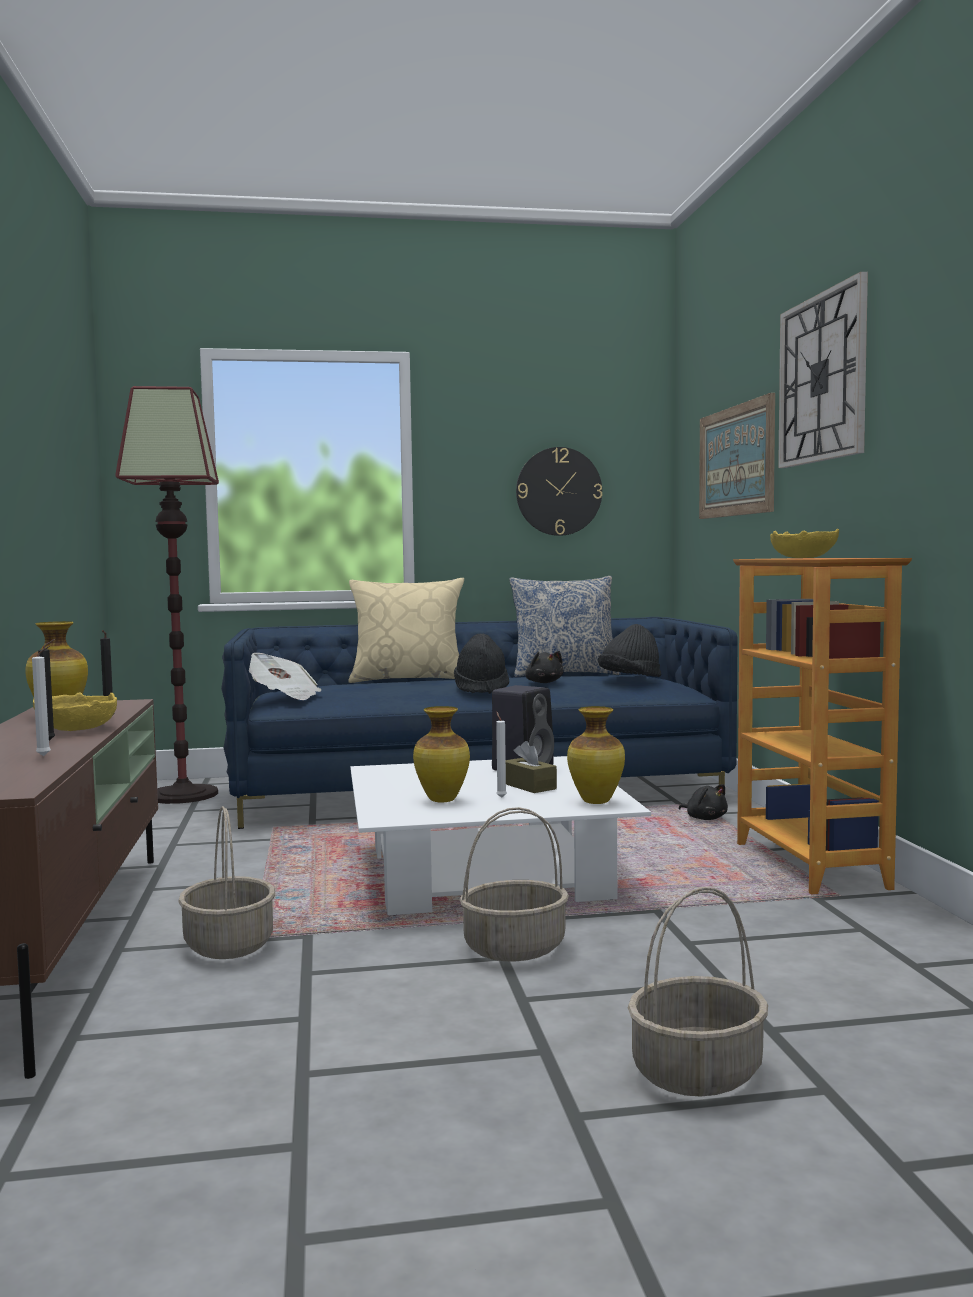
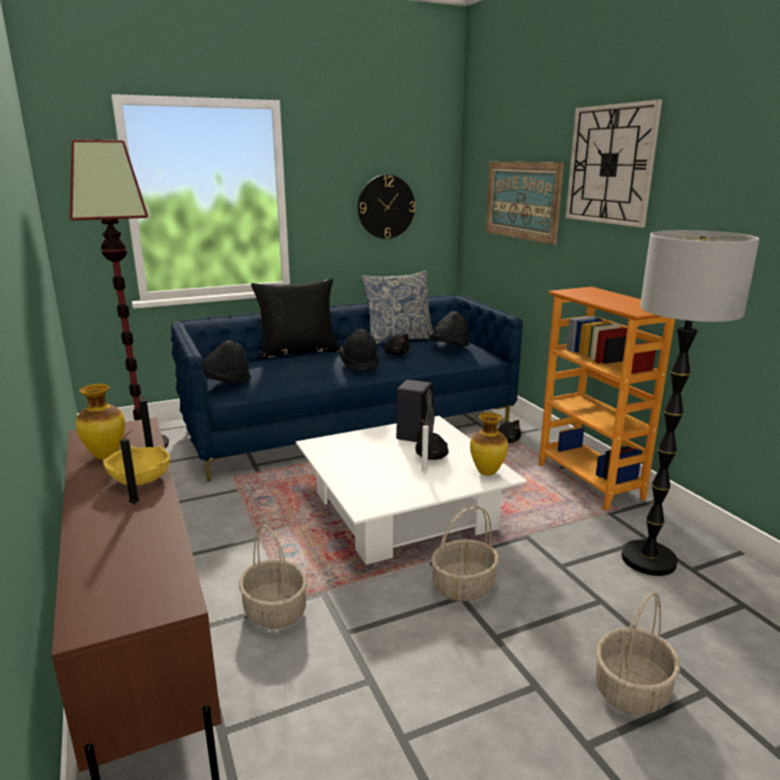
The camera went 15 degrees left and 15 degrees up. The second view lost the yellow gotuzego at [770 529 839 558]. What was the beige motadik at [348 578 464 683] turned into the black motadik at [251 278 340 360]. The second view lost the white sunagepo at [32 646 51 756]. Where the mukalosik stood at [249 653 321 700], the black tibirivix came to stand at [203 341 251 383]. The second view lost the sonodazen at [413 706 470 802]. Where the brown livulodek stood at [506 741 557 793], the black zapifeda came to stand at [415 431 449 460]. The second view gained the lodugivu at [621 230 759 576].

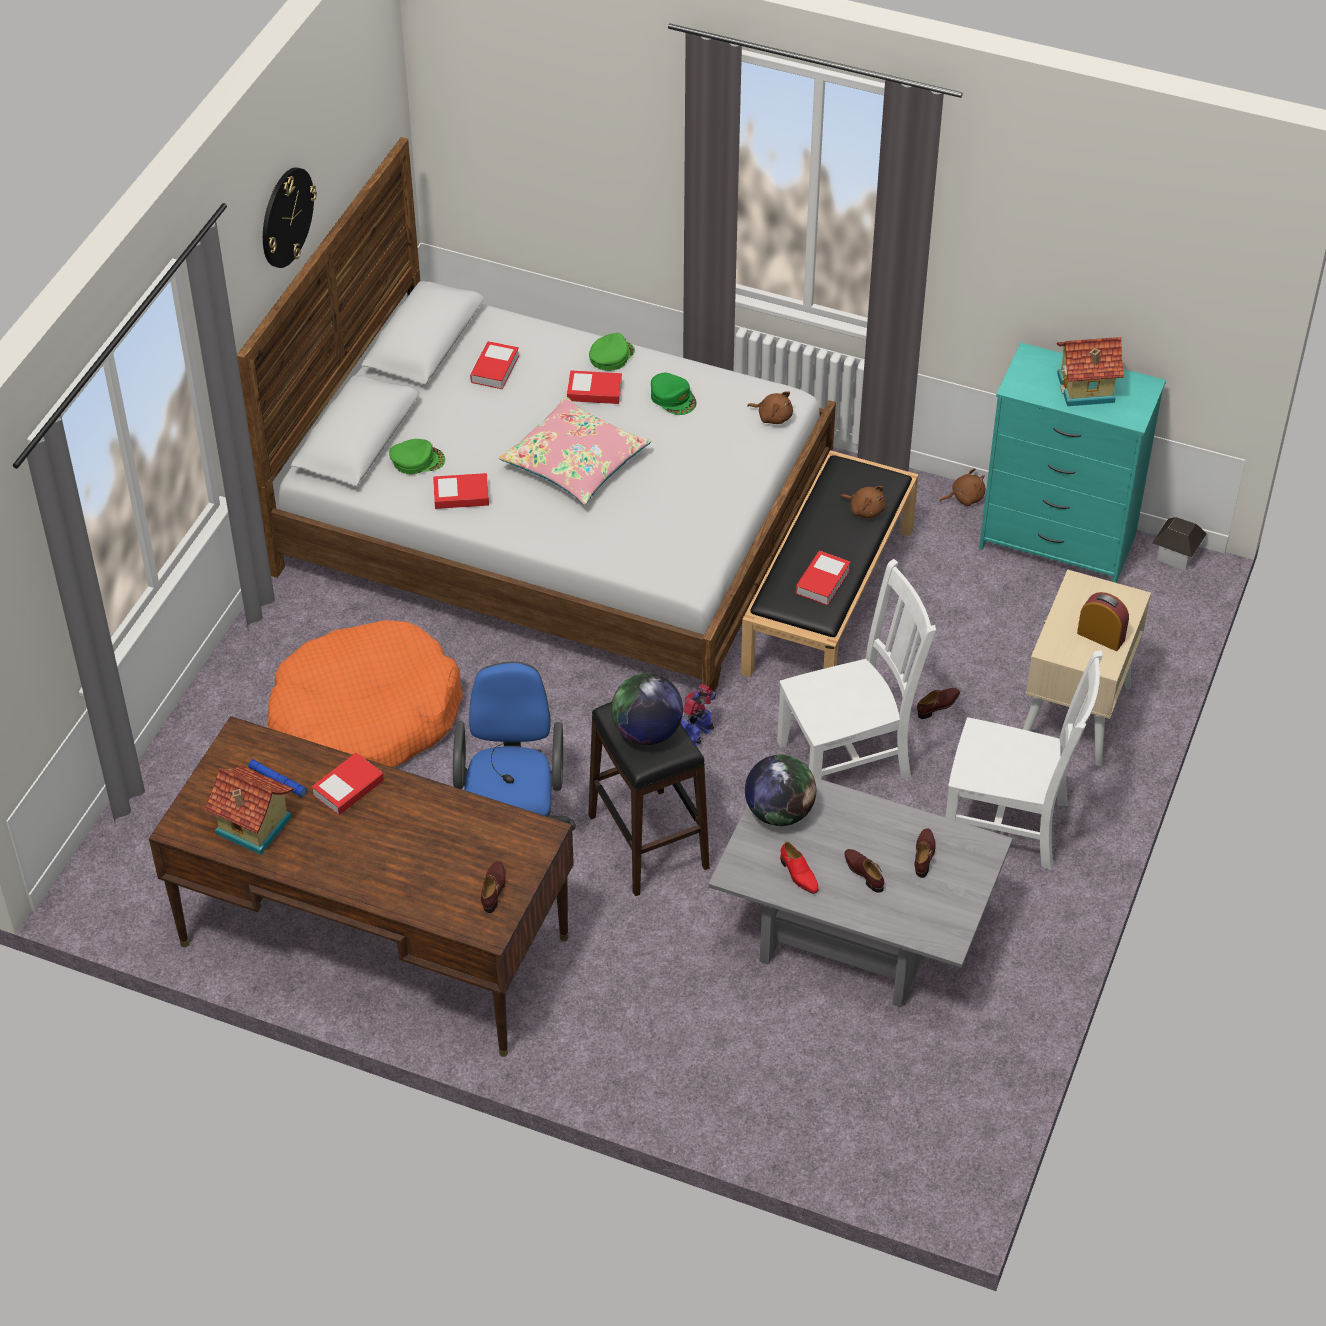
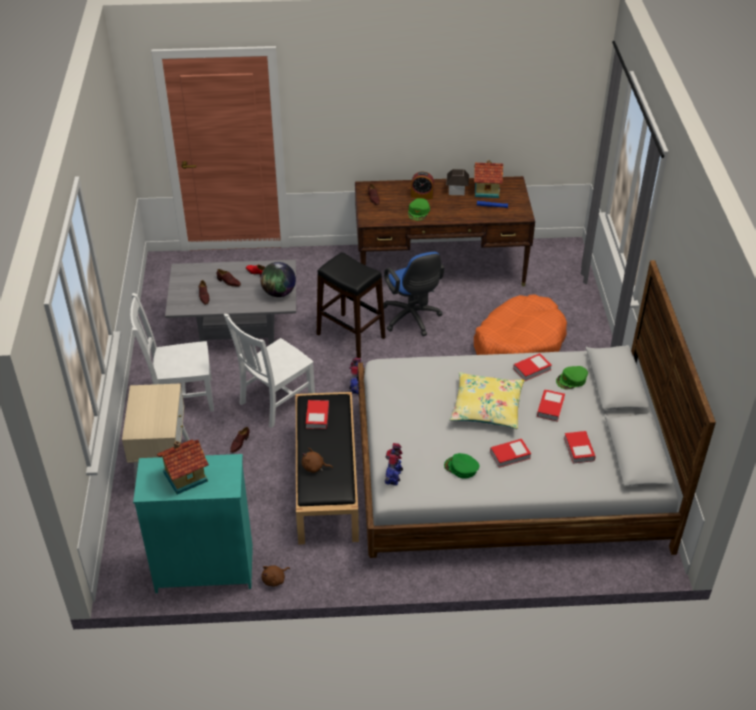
The camera went 155 degrees right and 5 degrees down. The second view lost the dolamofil at [263 167 317 268]. The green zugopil ended up elsewhere, having gone from [589 333 635 371] to [408 198 430 220]. Where the brown zapifeda stood at [747 391 793 424], the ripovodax came to stand at [385 443 403 485]. What was the pink motadik at [499 397 651 505] turned into the yellow motadik at [450 372 524 429]. The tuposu ended up elsewhere, having gone from [1153 517 1207 570] to [446 169 469 195]. The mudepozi ended up elsewhere, having gone from [1077 592 1129 651] to [411 172 434 199]. The second view lost the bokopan at [611 673 683 745]. The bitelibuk ended up elsewhere, having gone from [312 753 384 815] to [537 389 565 422].

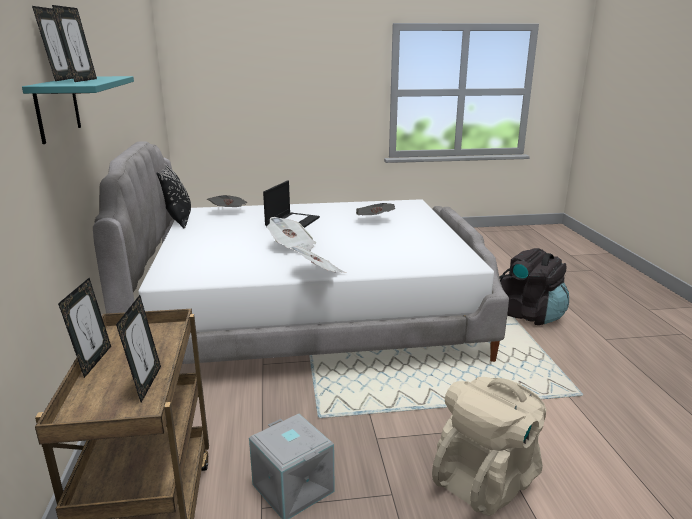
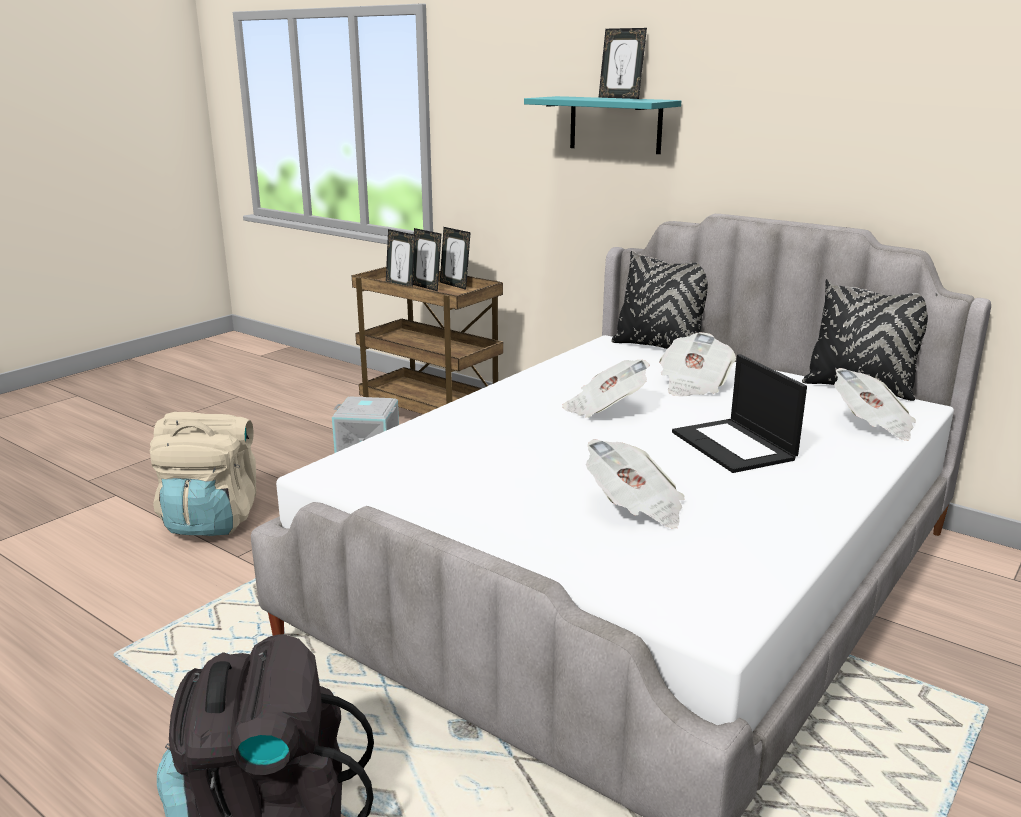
The camera went 135 degrees right and 0 degrees up. The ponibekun ended up elsewhere, having gone from [52 5 97 82] to [413 228 441 291]. The mukalosik ended up elsewhere, having gone from [289 246 347 273] to [660 332 736 397]. The second view gained the black motadik at [611 251 708 349].

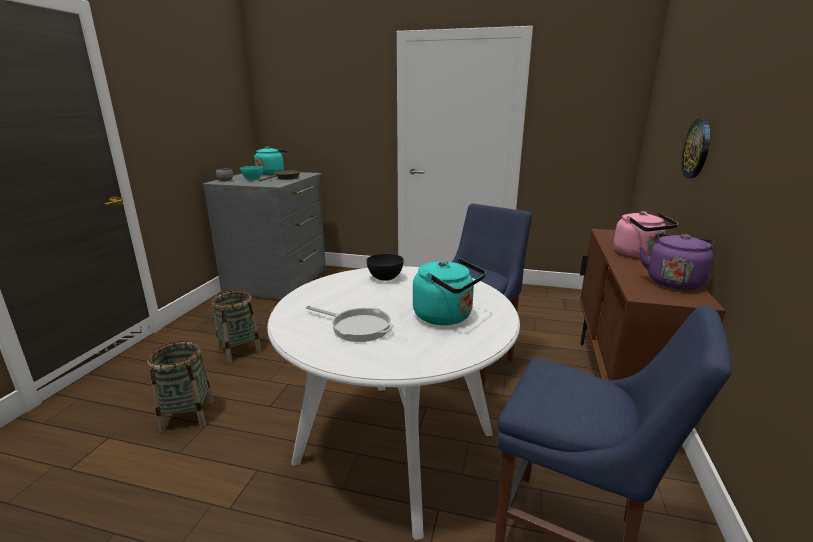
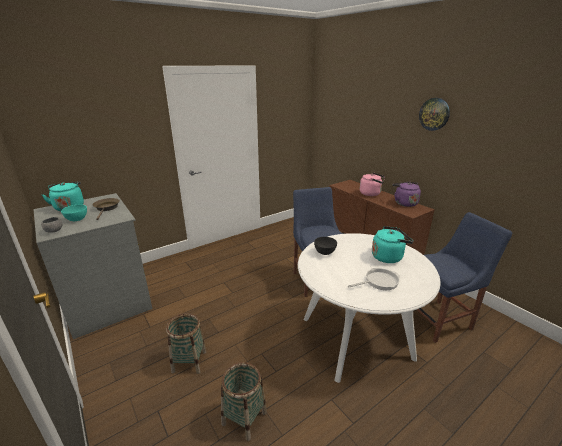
The camera went 50 degrees left and 5 degrees up. The dolamofil ended up elsewhere, having gone from [682 119 710 178] to [419 98 450 131].

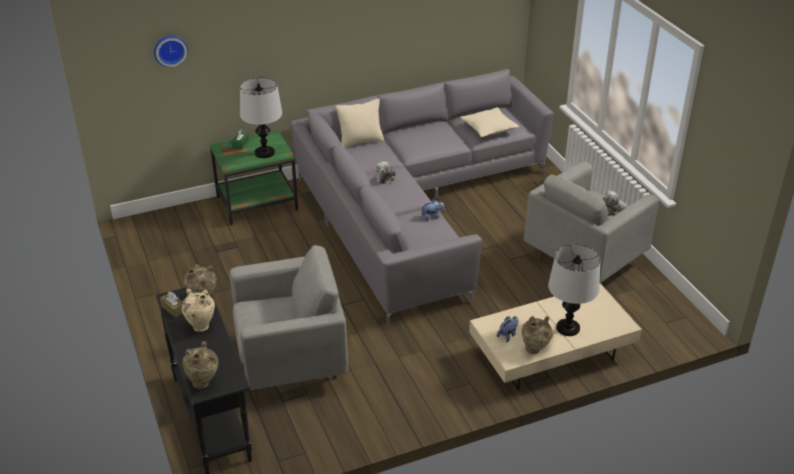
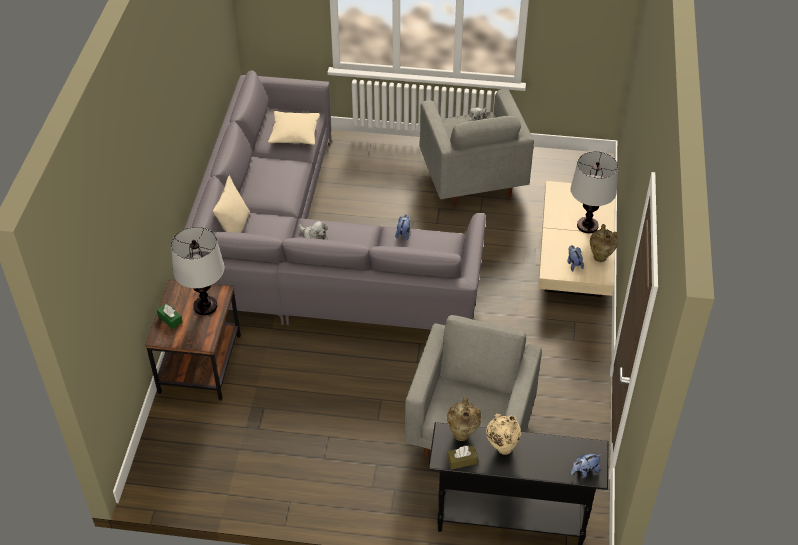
The camera went 60 degrees left and 10 degrees up. The second view lost the dolamofil at [154 35 188 67]. What was the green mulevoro at [210 130 298 226] turned into the brown mulevoro at [146 280 241 401]. Where the beige sonodazen stood at [182 341 218 389], the zapifeda came to stand at [571 454 600 478].

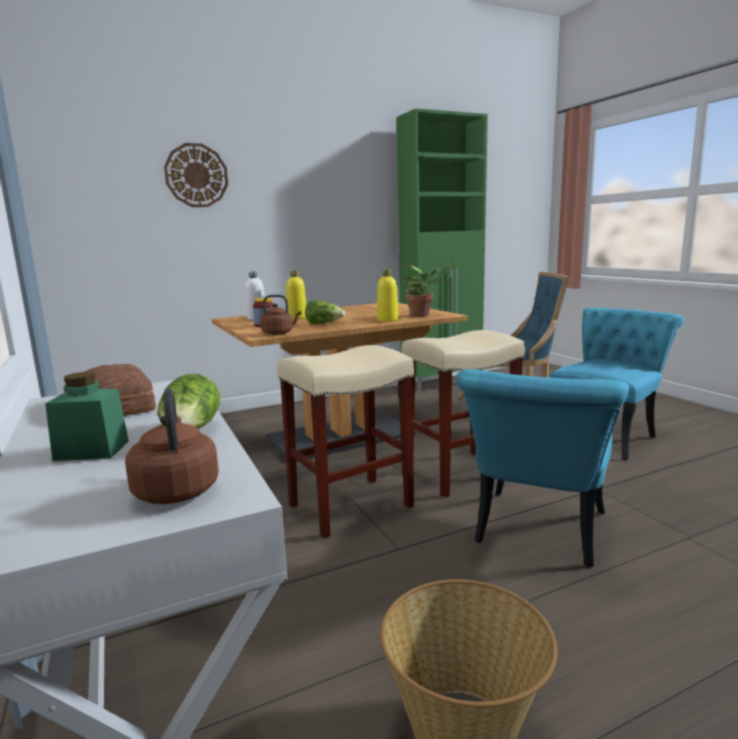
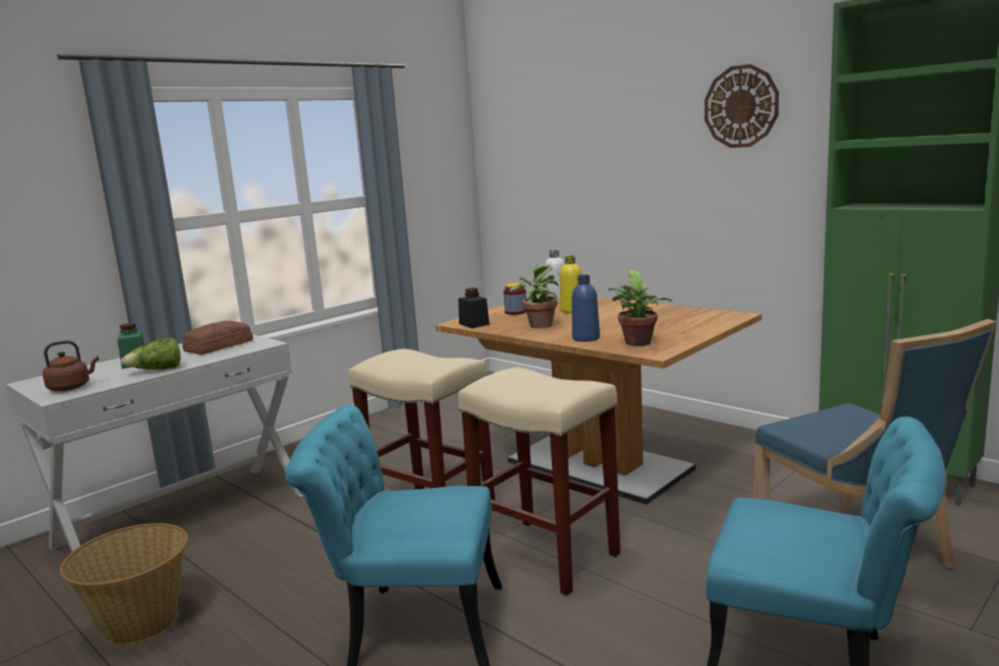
The camera went 70 degrees right and 0 degrees up. The dolamofil ended up elsewhere, having gone from [164 143 228 207] to [705 64 779 148]. What was the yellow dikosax at [377 270 399 322] turned into the blue dikosax at [572 275 600 342]. Where the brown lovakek stood at [260 294 301 335], the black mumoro came to stand at [458 288 490 328]. Where the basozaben stood at [305 300 345 324], the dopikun came to stand at [510 264 559 328].

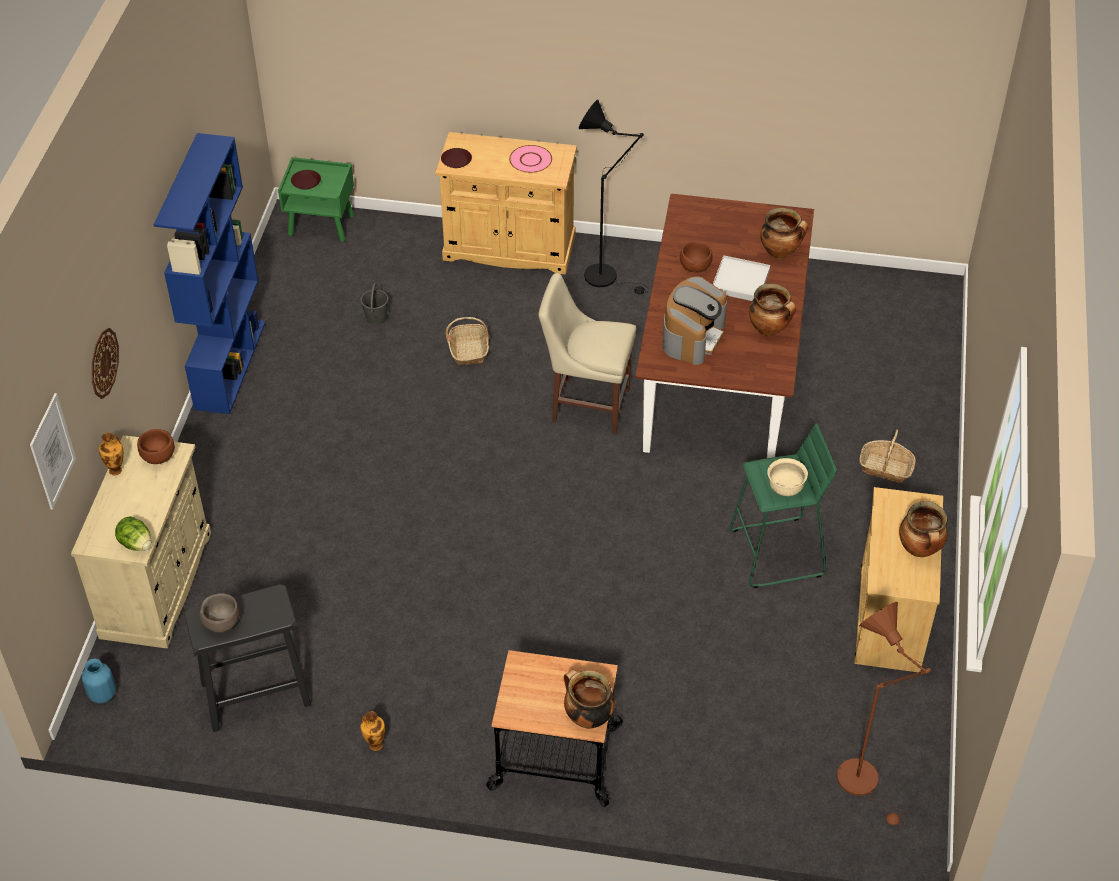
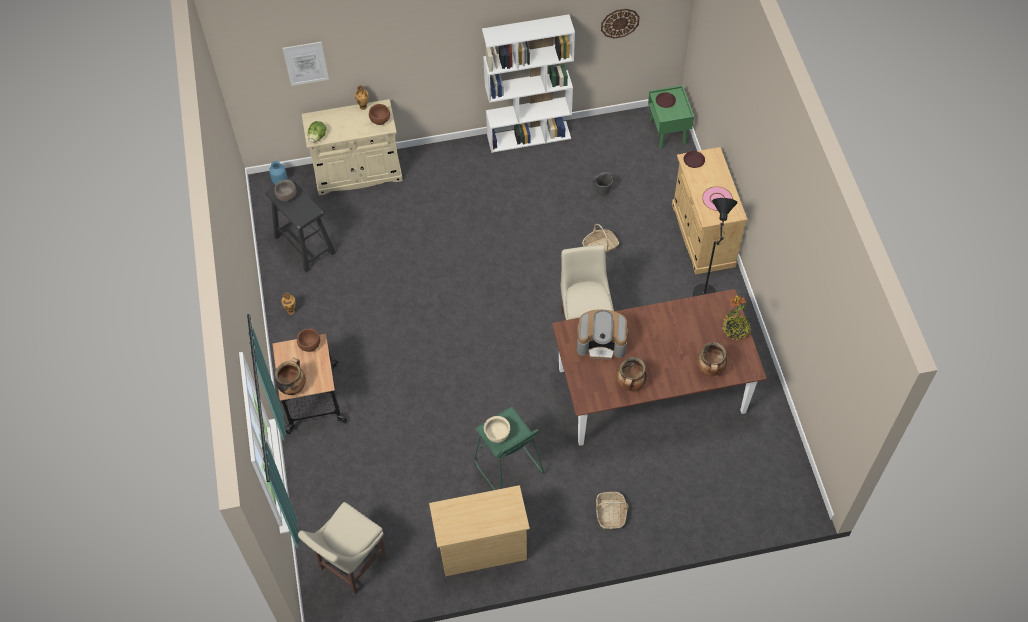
The camera went 70 degrees right and 10 degrees up. What was the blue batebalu at [154 133 266 414] turned into the white batebalu at [482 14 575 153]. The brown gotuzego ended up elsewhere, having gone from [680 241 713 272] to [297 328 320 352]. The second view lost the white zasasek at [713 255 770 301]. The dolamofil ended up elsewhere, having gone from [92 328 119 399] to [601 8 640 39]. The second view lost the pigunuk at [899 501 948 557]. Where the brown lodugivu stood at [837 602 931 826], the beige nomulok came to stand at [298 502 387 594]. The second view gained the dopikun at [722 295 751 341].

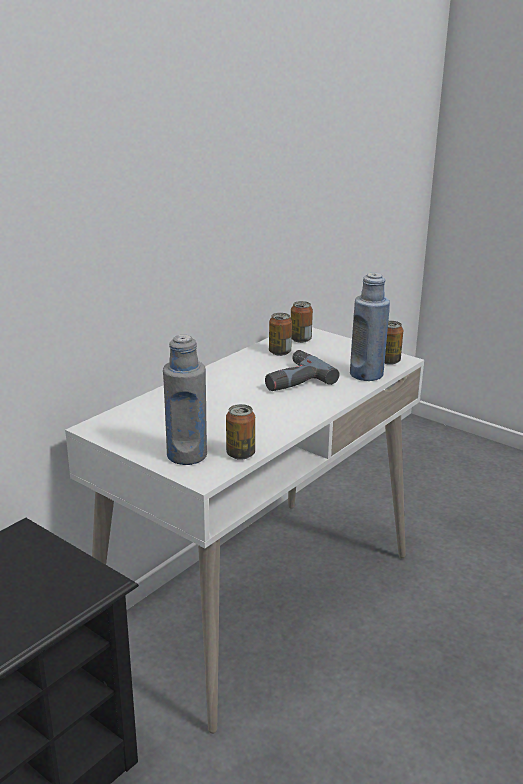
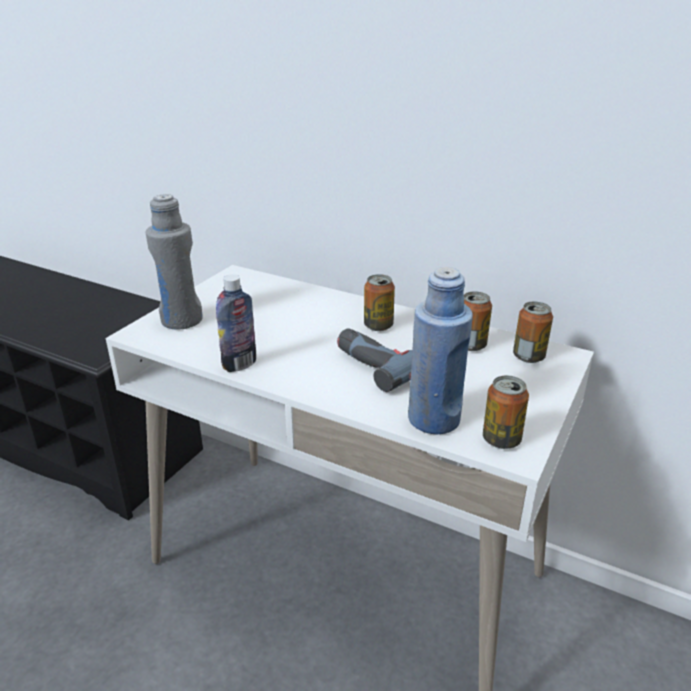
The camera went 80 degrees right and 5 degrees up. The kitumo ended up elsewhere, having gone from [226 404 255 460] to [364 274 395 331]. The second view gained the dikosax at [216 274 256 372].

